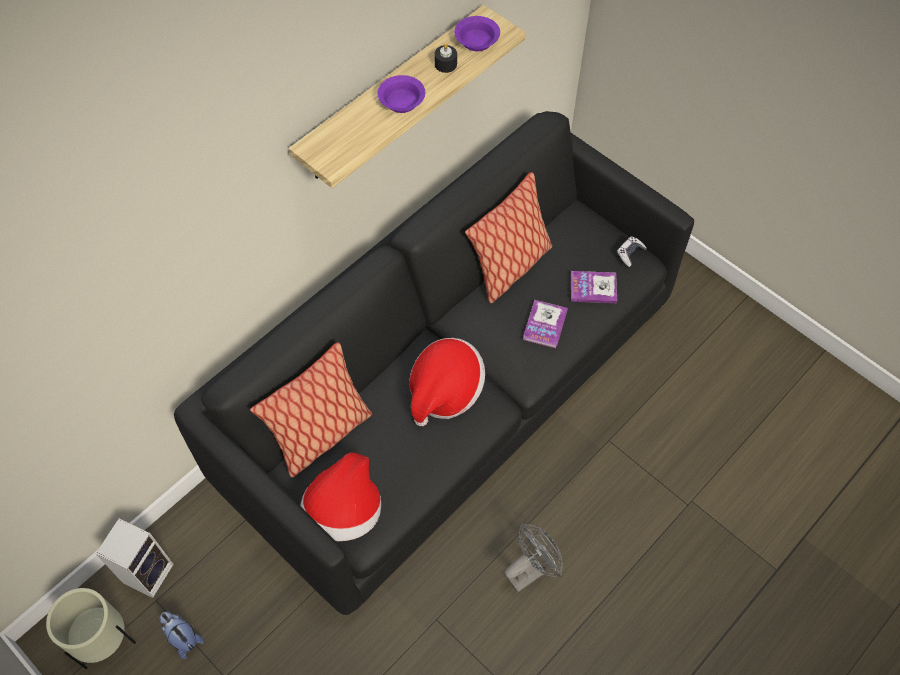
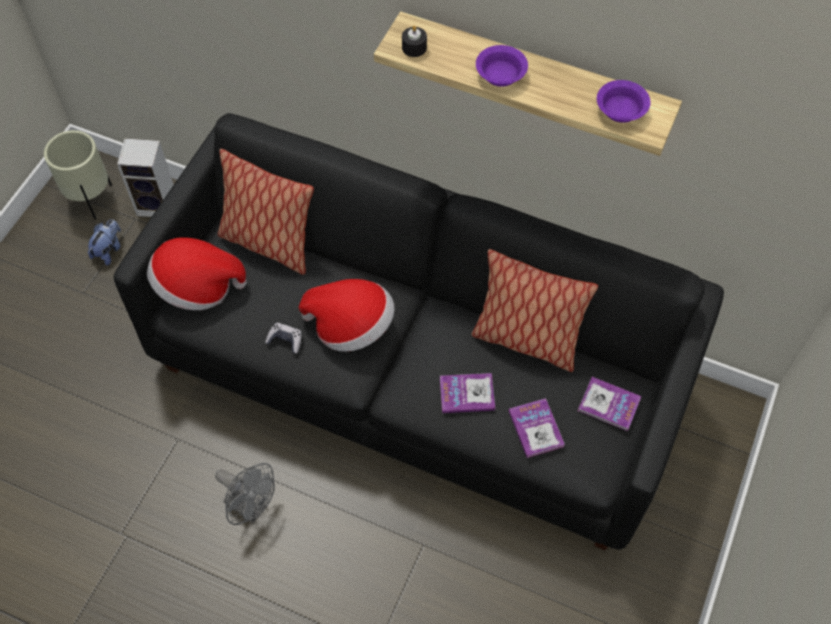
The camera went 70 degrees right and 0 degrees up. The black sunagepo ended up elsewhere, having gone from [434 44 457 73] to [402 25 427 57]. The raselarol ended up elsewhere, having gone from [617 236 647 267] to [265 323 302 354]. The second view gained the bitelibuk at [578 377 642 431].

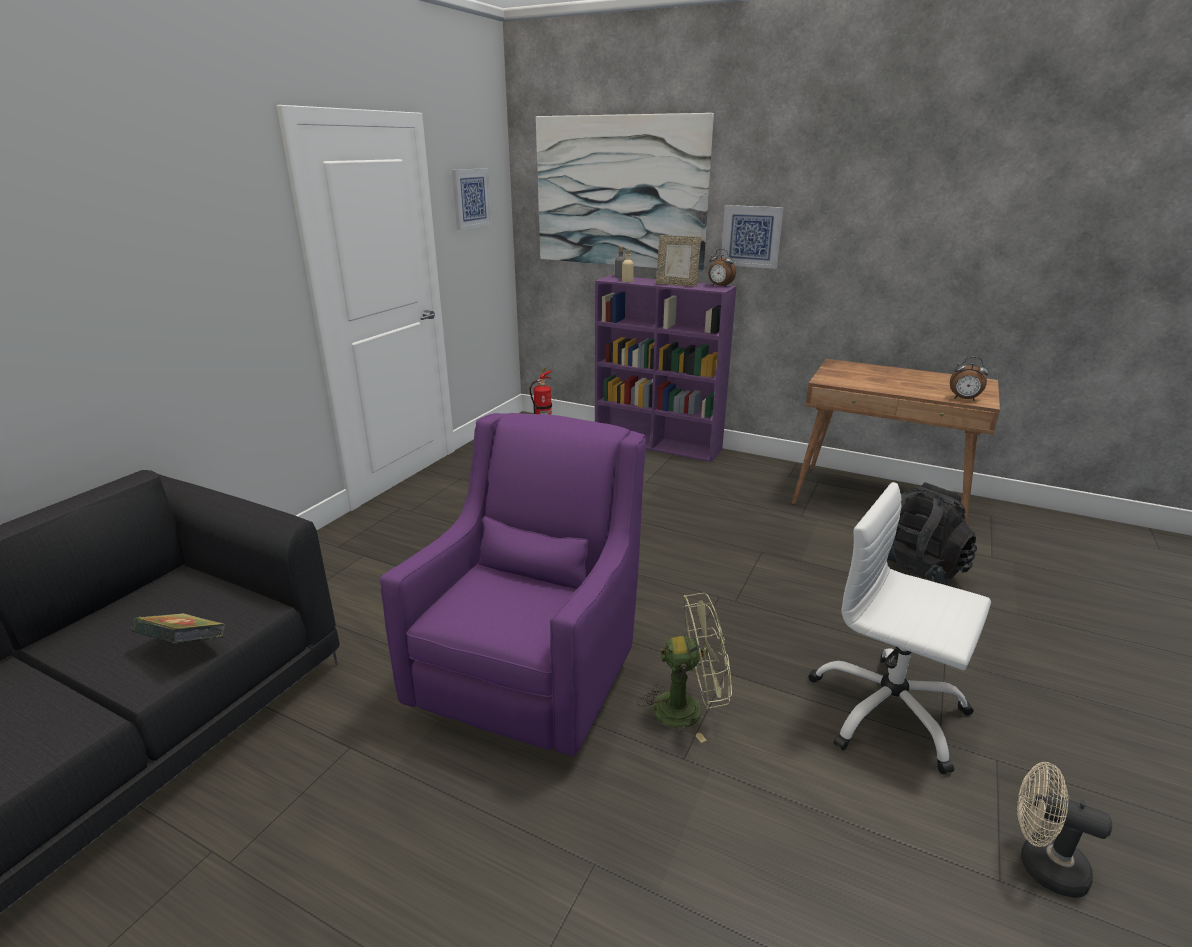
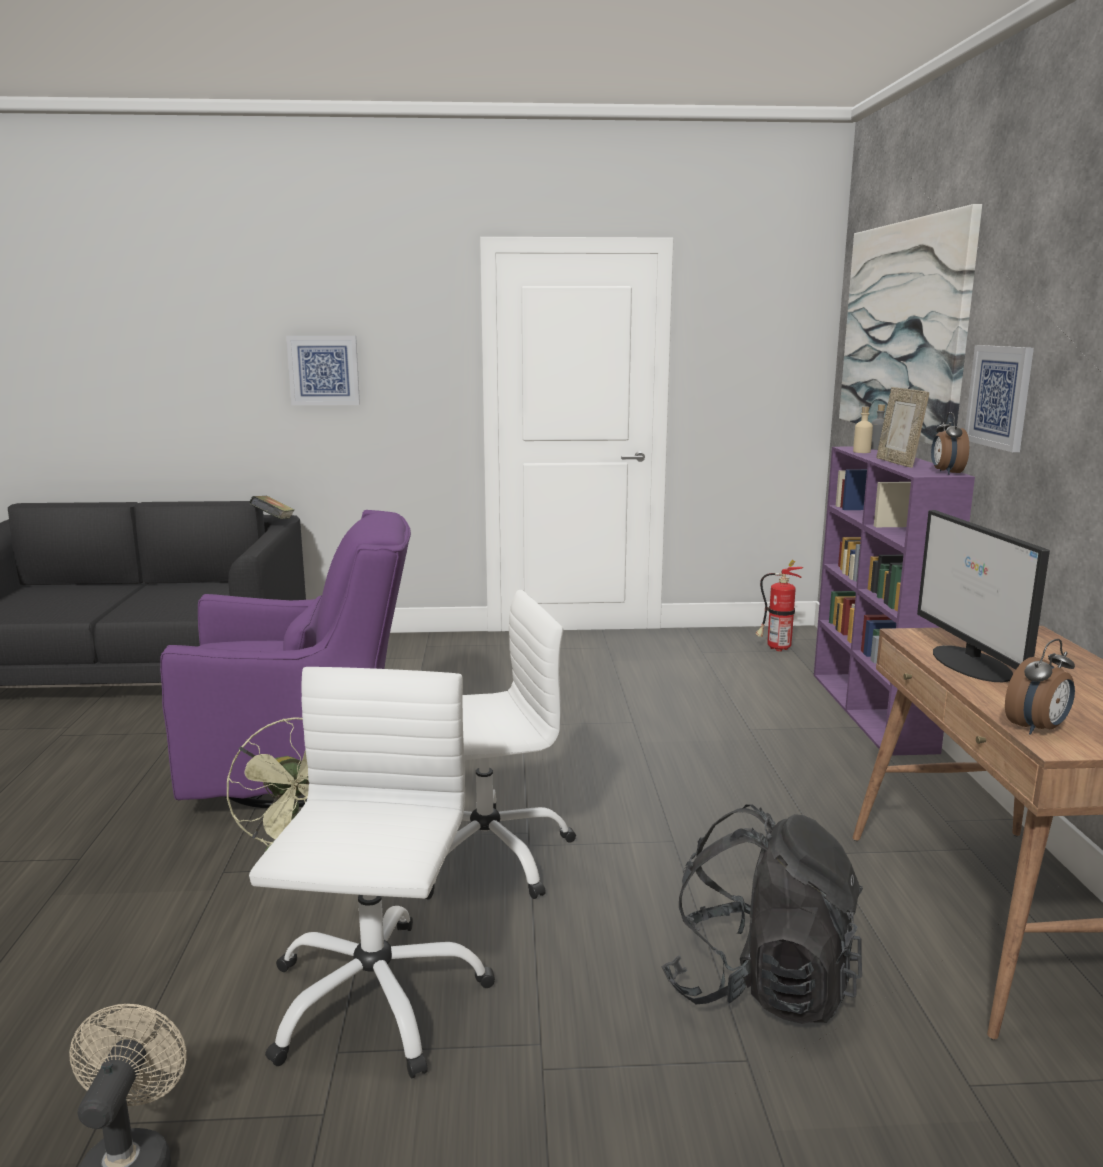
The camera went 60 degrees right and 10 degrees down. The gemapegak ended up elsewhere, having gone from [452 168 492 230] to [286 336 360 405]. The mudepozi at [950 357 989 401] ended up facing another way, 120 degrees counterclockwise from before. The bitelibuk ended up elsewhere, having gone from [131 613 226 643] to [249 496 295 519]. The second view gained the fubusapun at [917 510 1050 682]. The second view gained the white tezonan at [425 590 576 900].

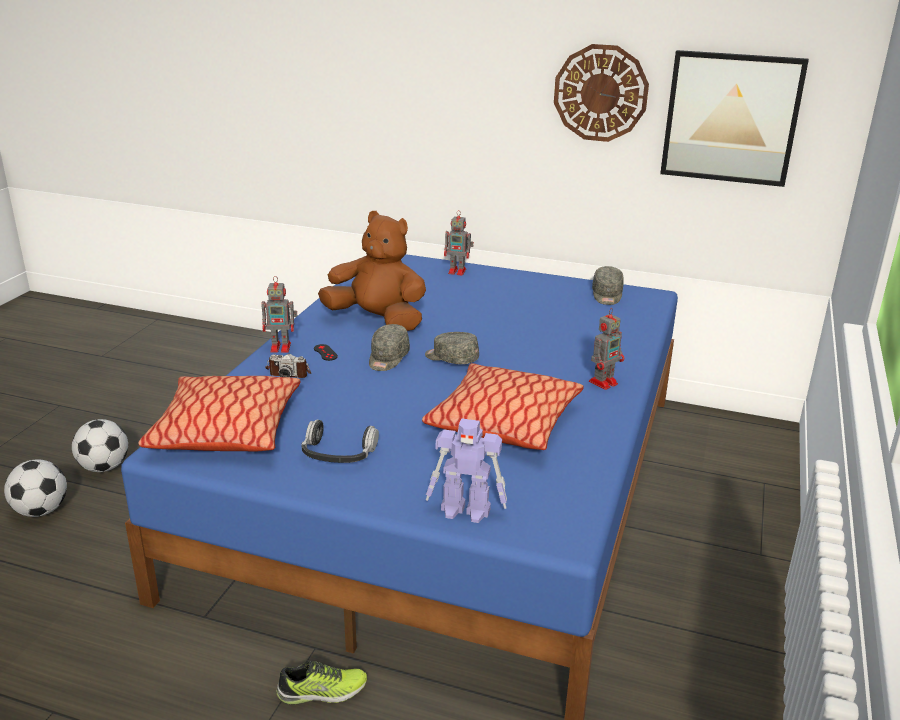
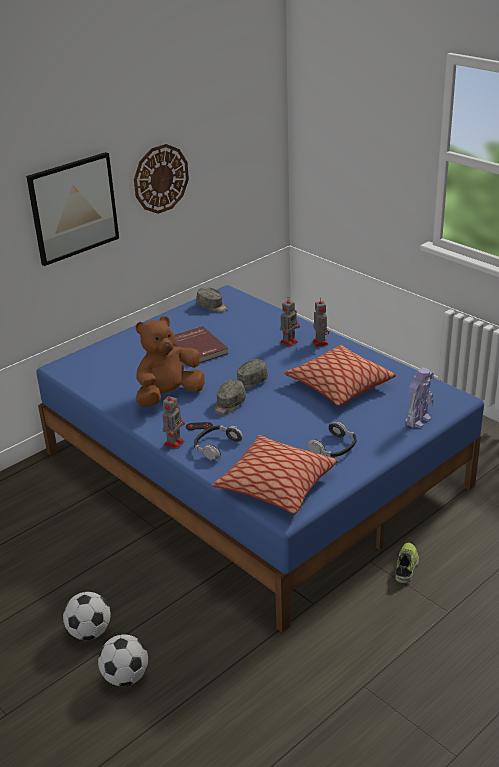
The camera went 60 degrees left and 5 degrees up. The gemapegak ended up elsewhere, having gone from [660 50 809 187] to [26 152 119 266]. The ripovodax ended up elsewhere, having gone from [444 210 474 276] to [280 298 300 347]. The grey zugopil at [369 324 410 371] ended up facing another way, 75 degrees clockwise from before. Where the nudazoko stood at [265 354 311 378], the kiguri came to stand at [194 425 243 460]. The second view gained the red bitelibuk at [174 326 229 363].

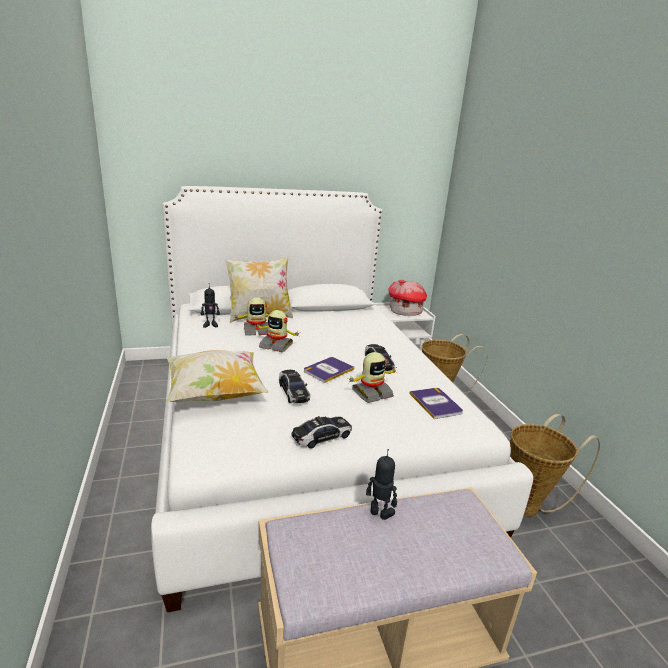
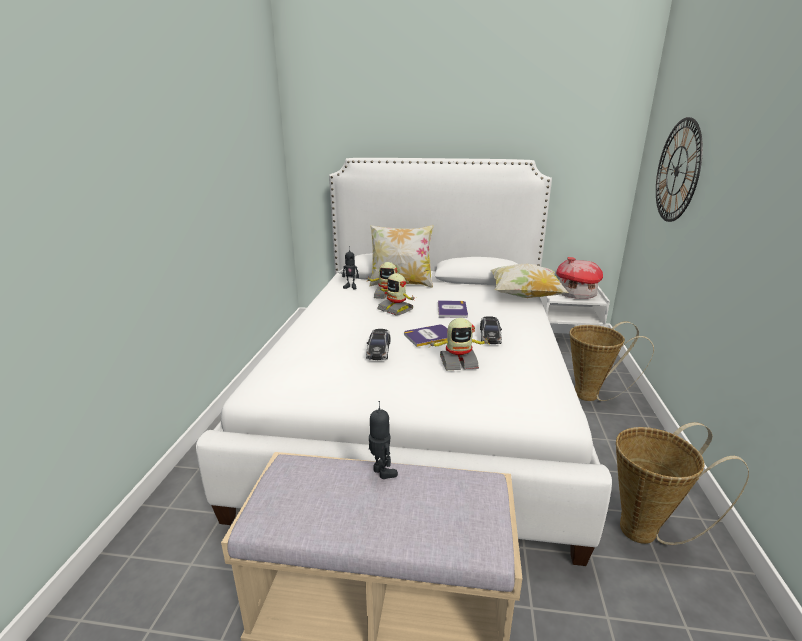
The camera went 25 degrees right and 0 degrees up. The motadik ended up elsewhere, having gone from [166 350 269 402] to [490 264 569 298]. The bitelibuk ended up elsewhere, having gone from [409 388 463 419] to [438 300 468 318]. The second view lost the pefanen at [291 416 352 449]. The second view gained the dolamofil at [656 117 703 222].

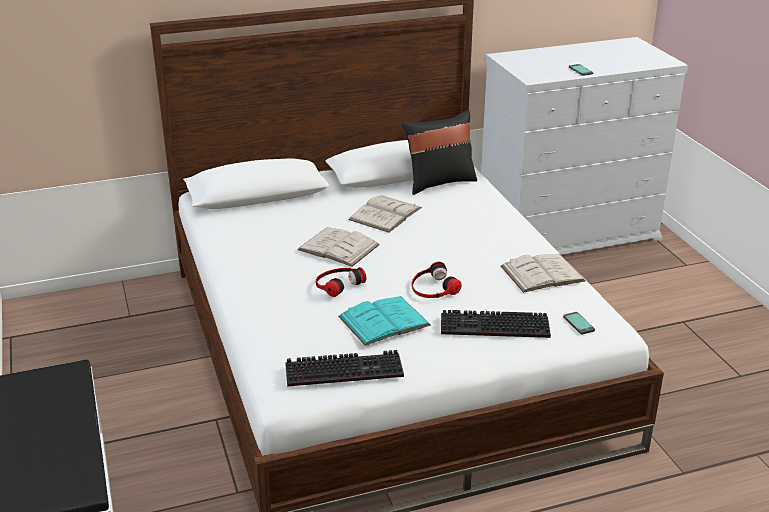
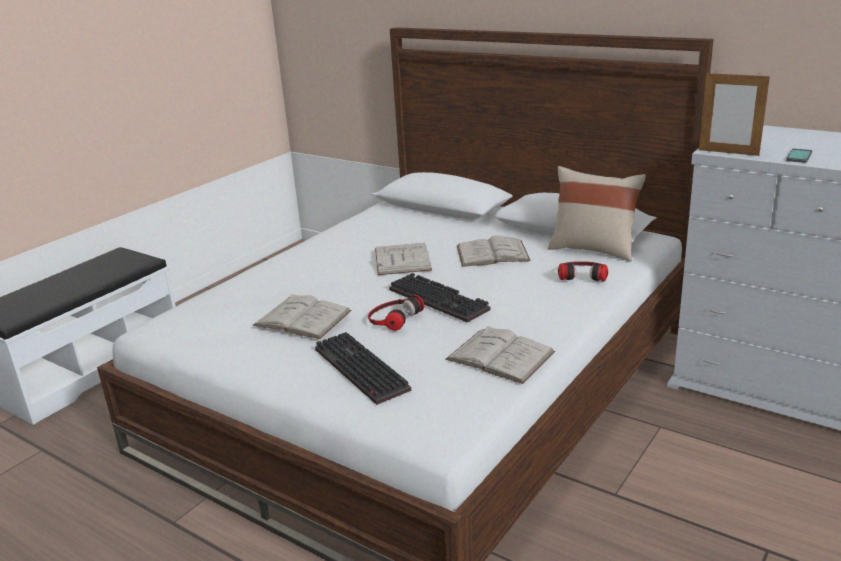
The camera went 55 degrees right and 5 degrees down. What was the black motadik at [401 110 477 195] turned into the beige motadik at [548 166 646 262]. The kiguri ended up elsewhere, having gone from [316 267 367 297] to [558 261 608 282]. What was the turquoise bitelibuk at [338 296 431 346] turned into the white bitelibuk at [253 294 352 339]. The second view lost the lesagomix at [563 312 595 335]. The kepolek ended up elsewhere, having gone from [285 350 404 387] to [389 273 491 323]. The second view gained the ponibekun at [699 71 770 156].

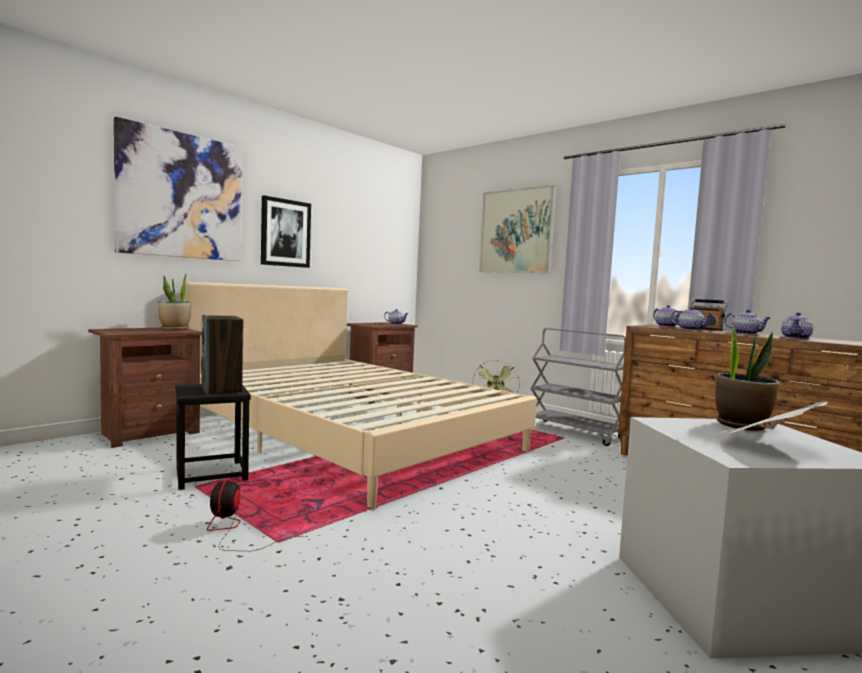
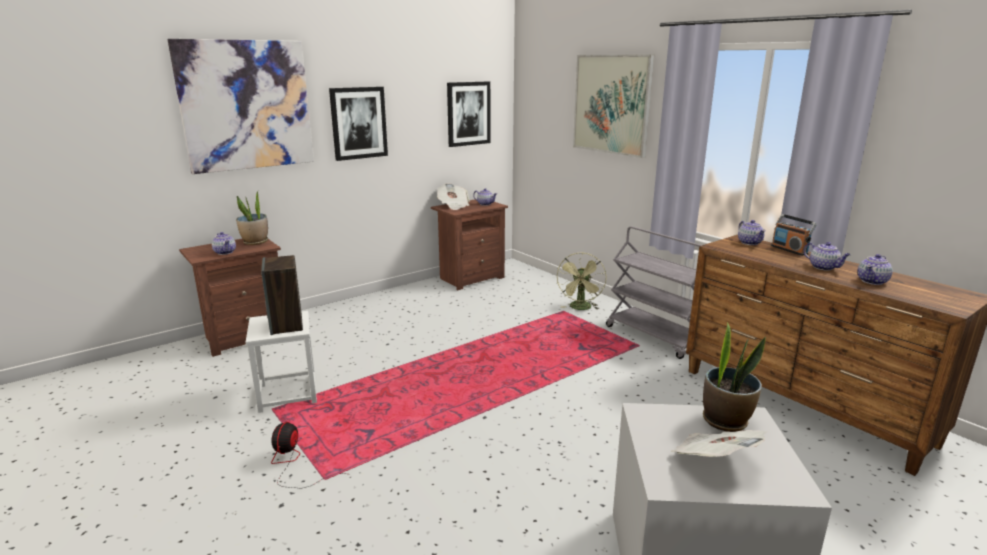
The camera went 10 degrees right and 15 degrees up. The second view lost the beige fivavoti at [185 282 537 510]. The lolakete ended up elsewhere, having gone from [671 307 713 331] to [212 232 236 255]. What was the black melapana at [175 384 251 490] turned into the white melapana at [246 311 317 413]. The second view gained the gemapegak at [447 82 490 147]. The second view gained the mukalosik at [437 183 470 210].

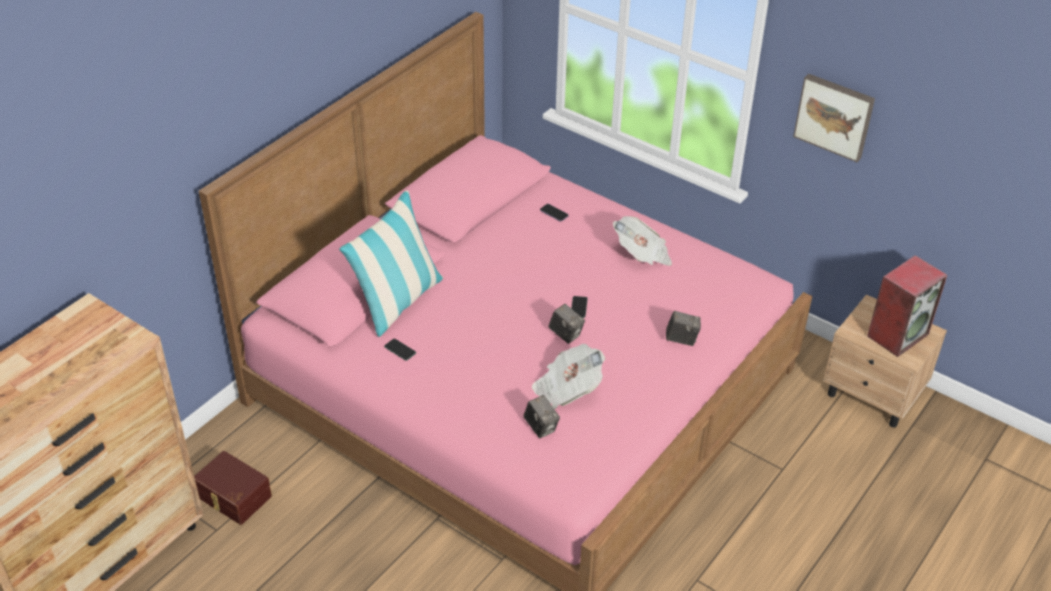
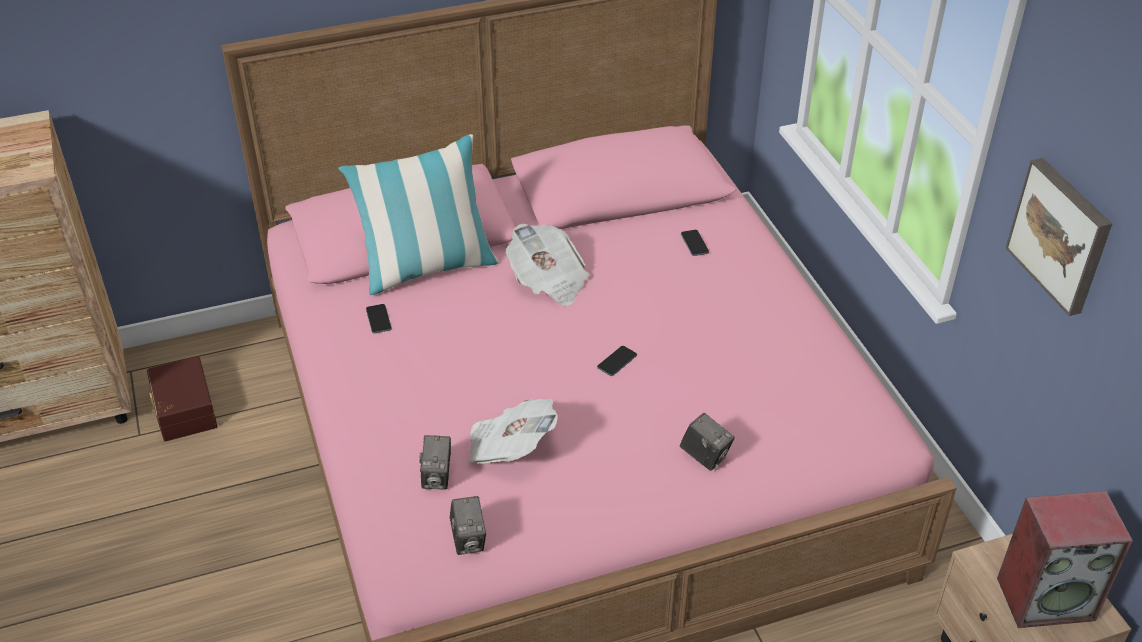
The camera went 35 degrees right and 0 degrees up. The mukalosik ended up elsewhere, having gone from [613 216 672 266] to [506 223 590 306]. The nudazoko ended up elsewhere, having gone from [548 304 585 344] to [450 496 486 555].

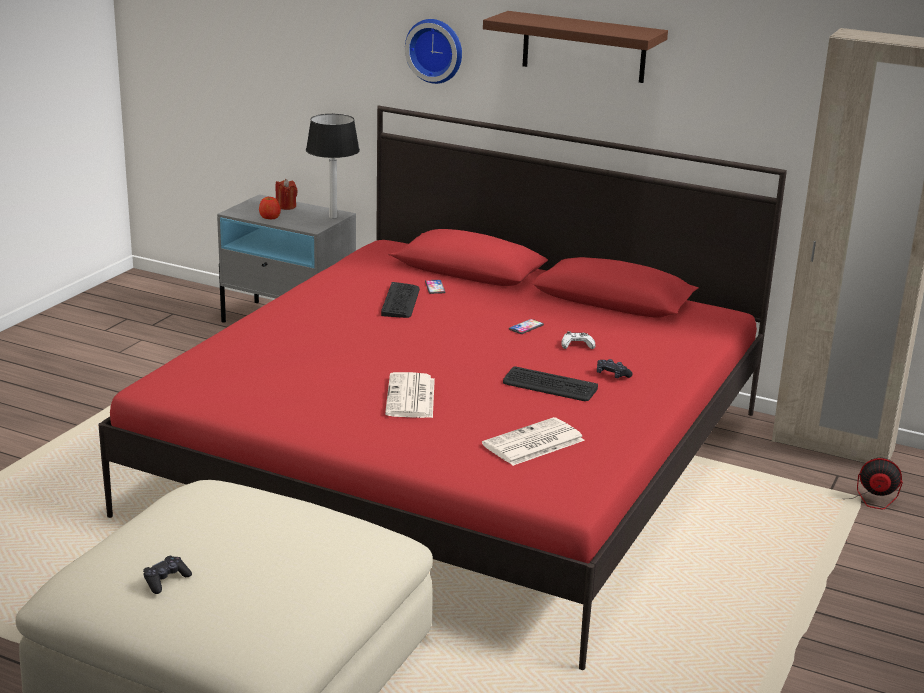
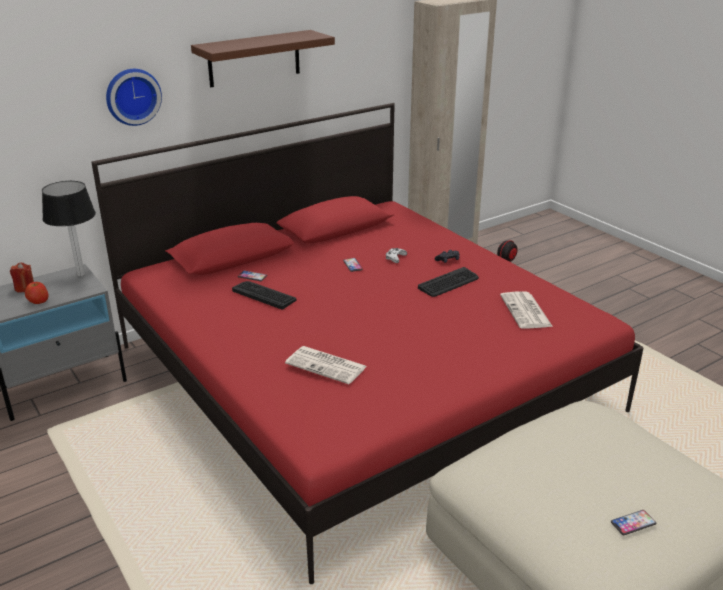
The camera went 60 degrees left and 5 degrees up. The mukalosik ended up elsewhere, having gone from [385 372 435 418] to [285 346 367 384]. Where the black raselarol stood at [143 556 192 594], the lesagomix came to stand at [611 510 656 535].

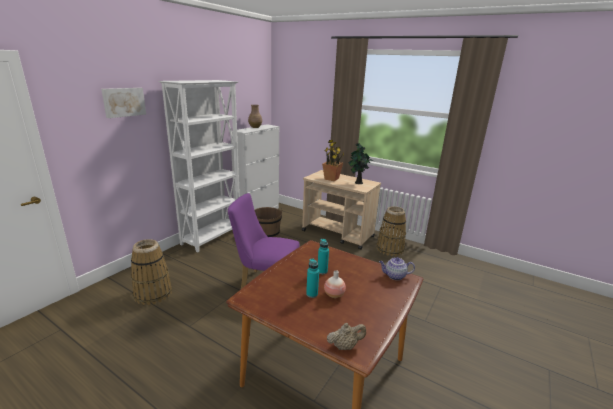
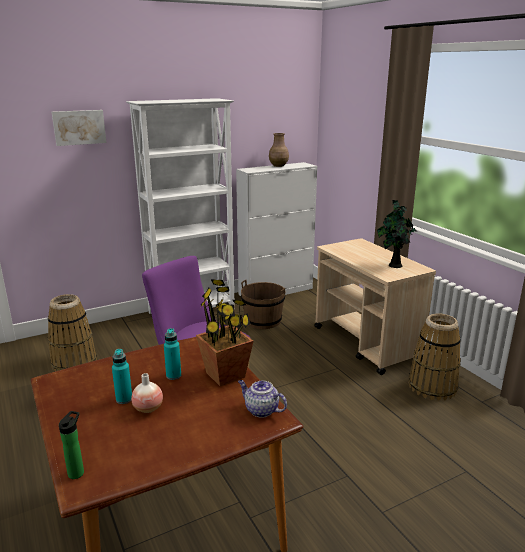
The camera went 30 degrees right and 0 degrees up. The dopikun ended up elsewhere, having gone from [322 140 344 181] to [196 279 254 386]. Where the beige lolakete stood at [327 323 366 350], the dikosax came to stand at [59 411 84 479].

